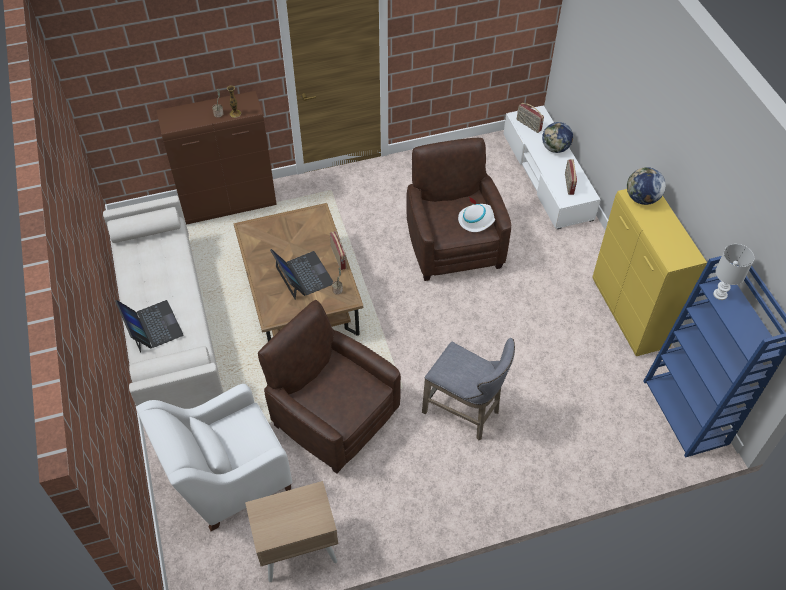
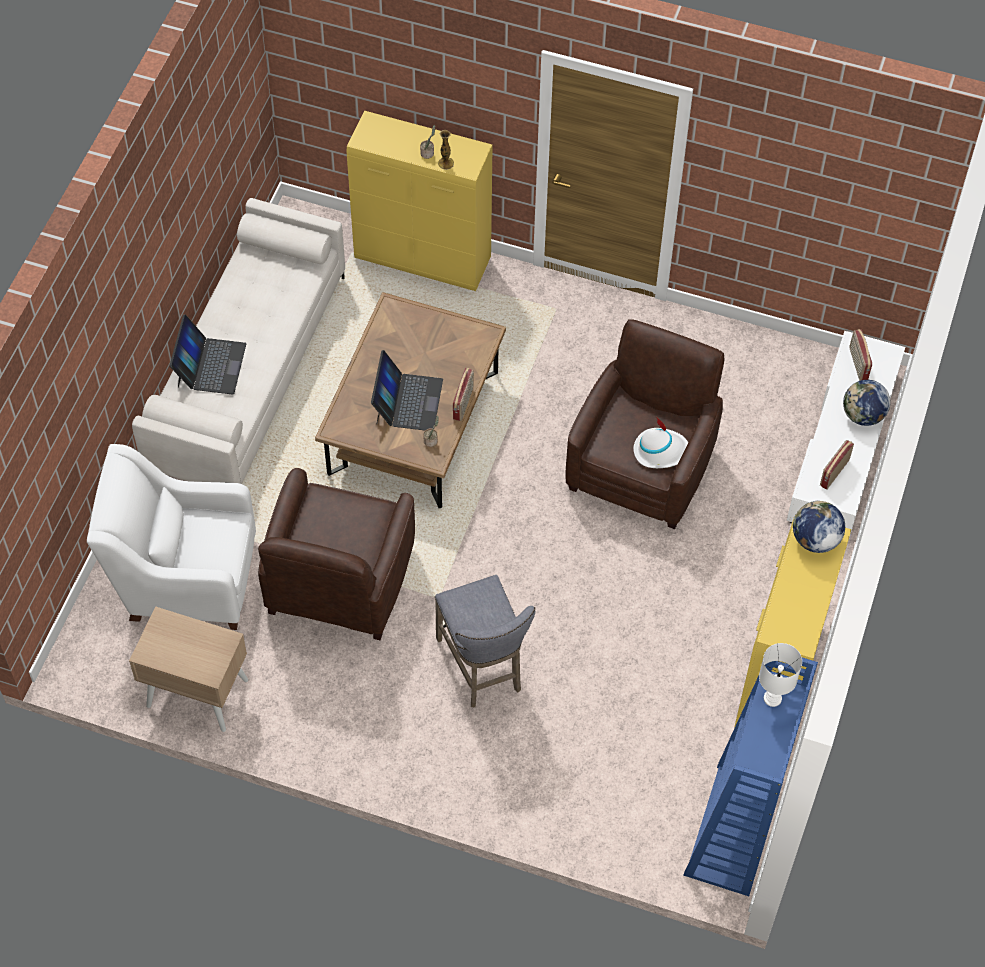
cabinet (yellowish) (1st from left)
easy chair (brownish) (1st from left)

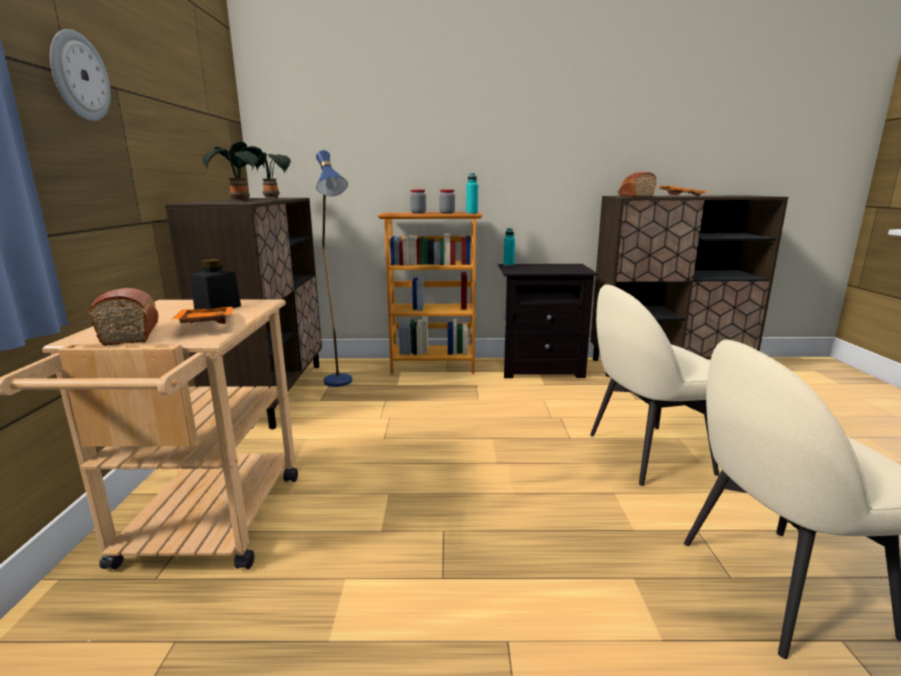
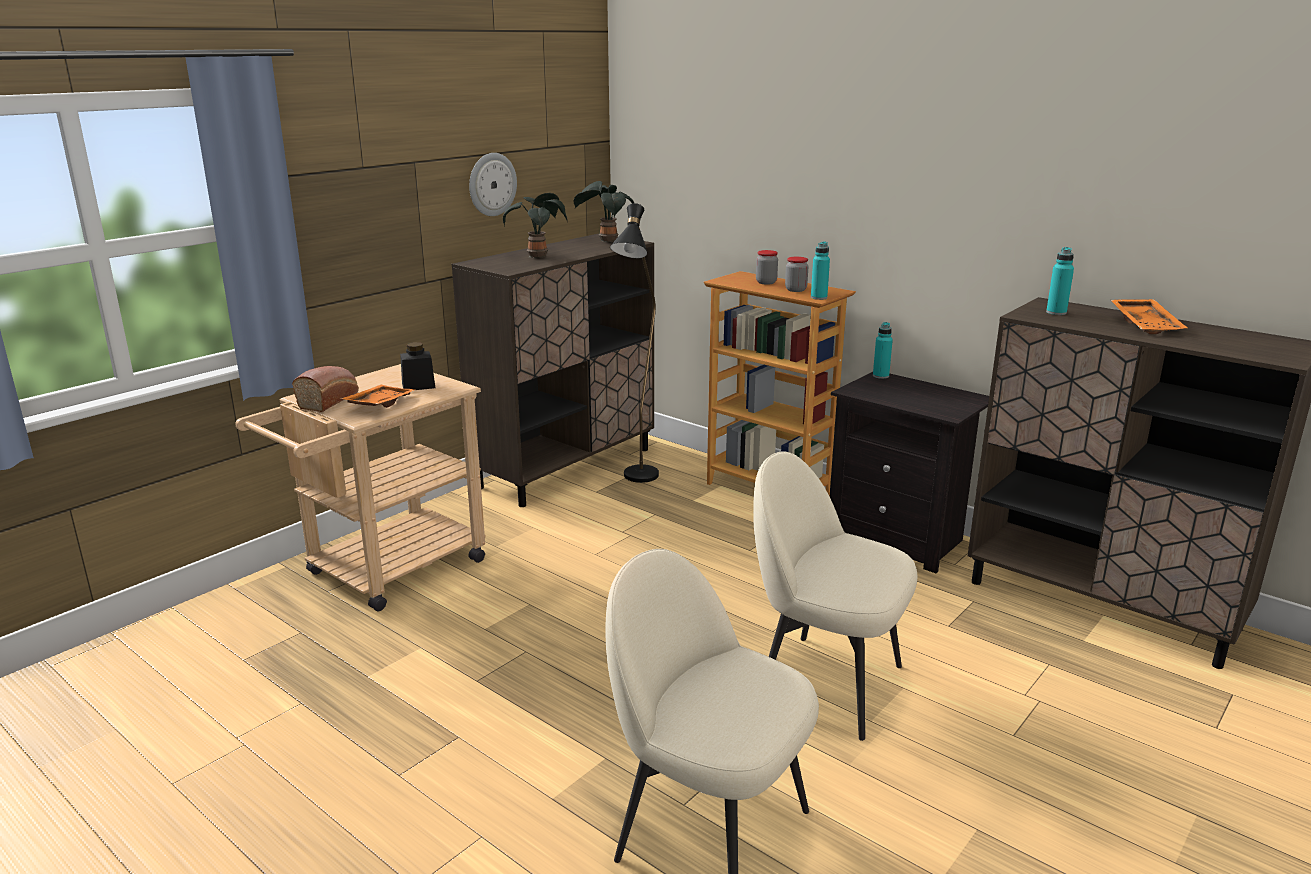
wall clock
bottle (turquoise-coloured) (3rd from left)
standard lamp (black-coloured)

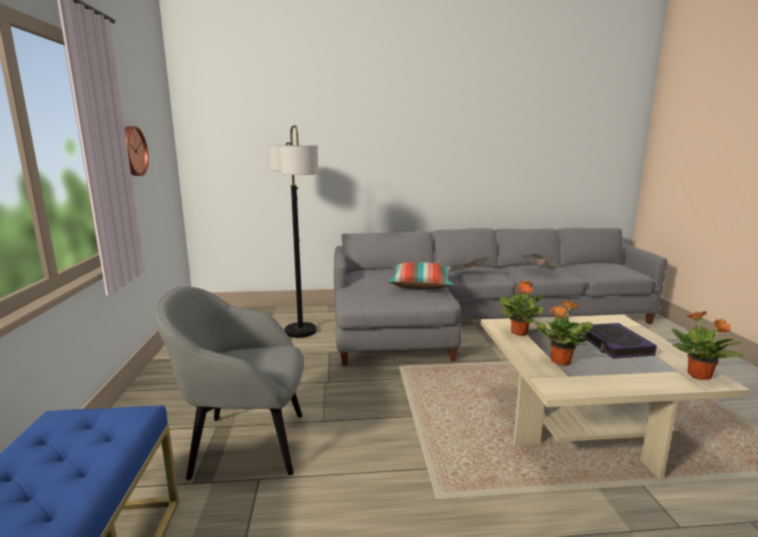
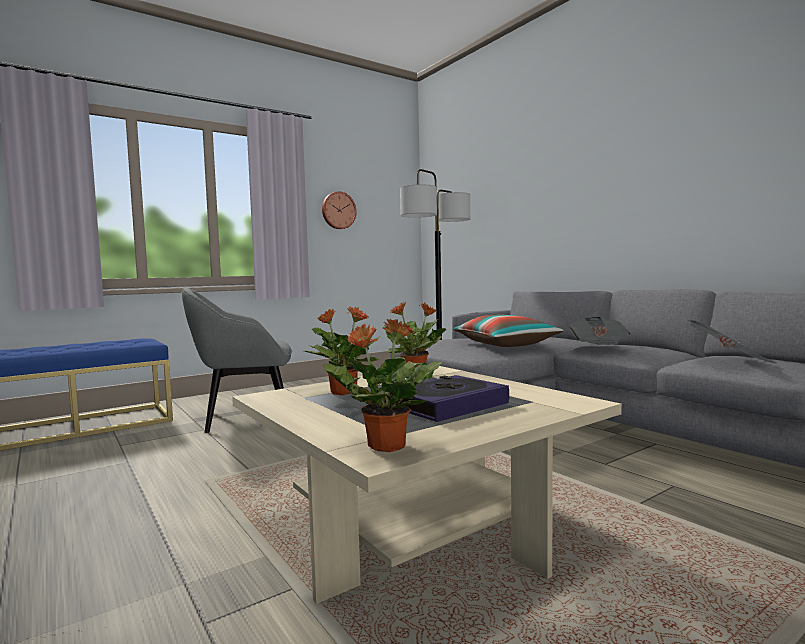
easy chair (grey)

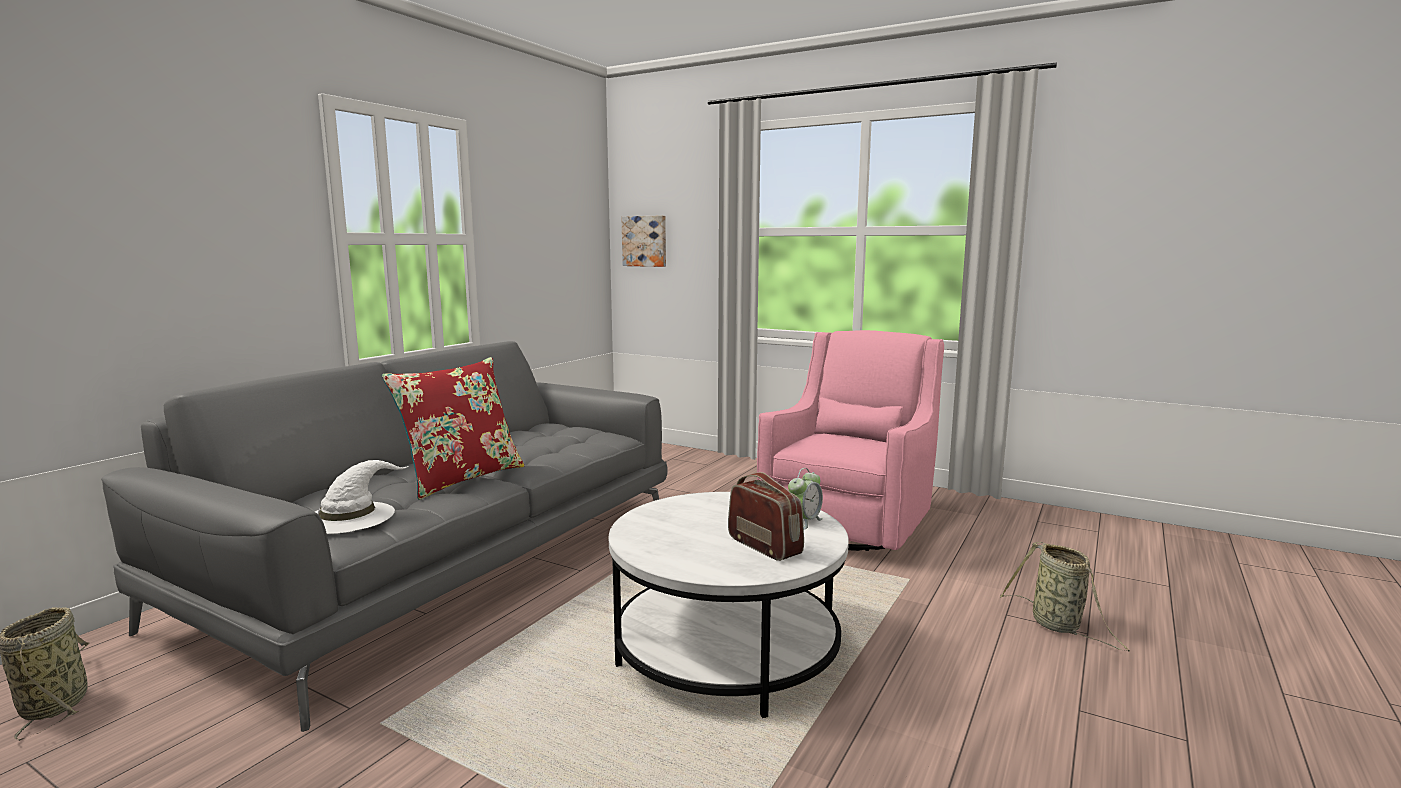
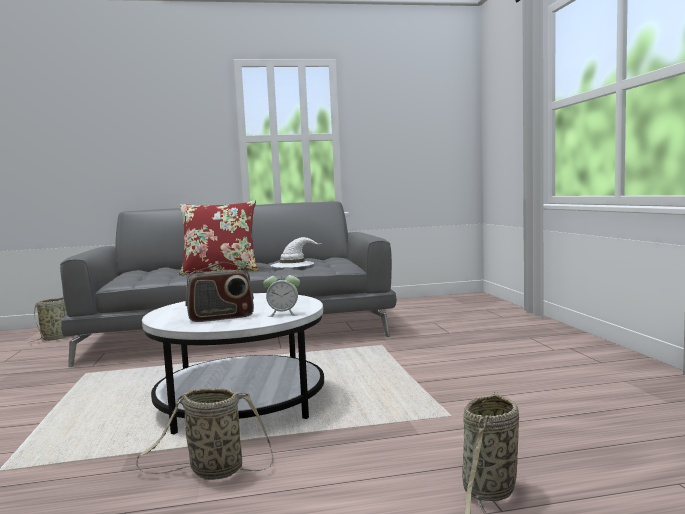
picture
easy chair (pinkish)
storage basket (2nd from left)
wearable hat (whitish)
radio set

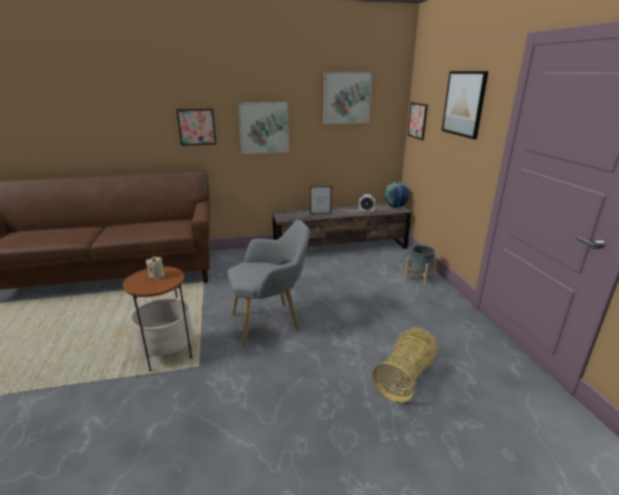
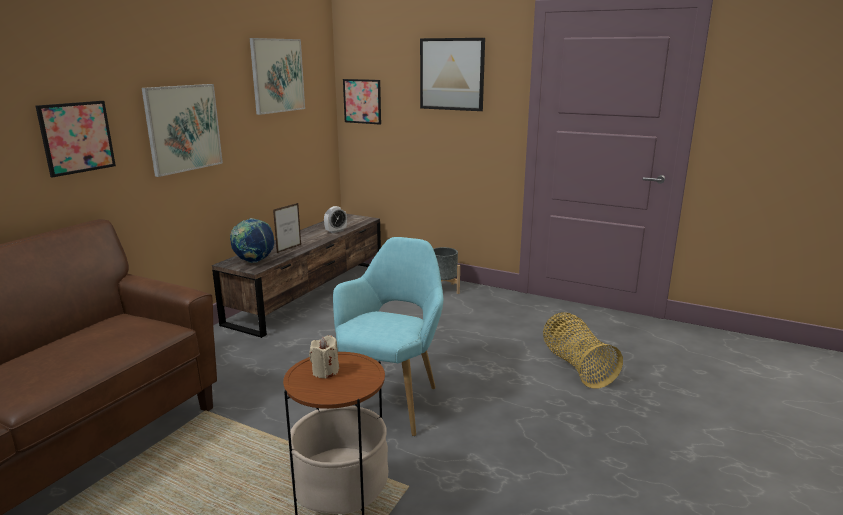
globe
easy chair (turquoise-coloured)

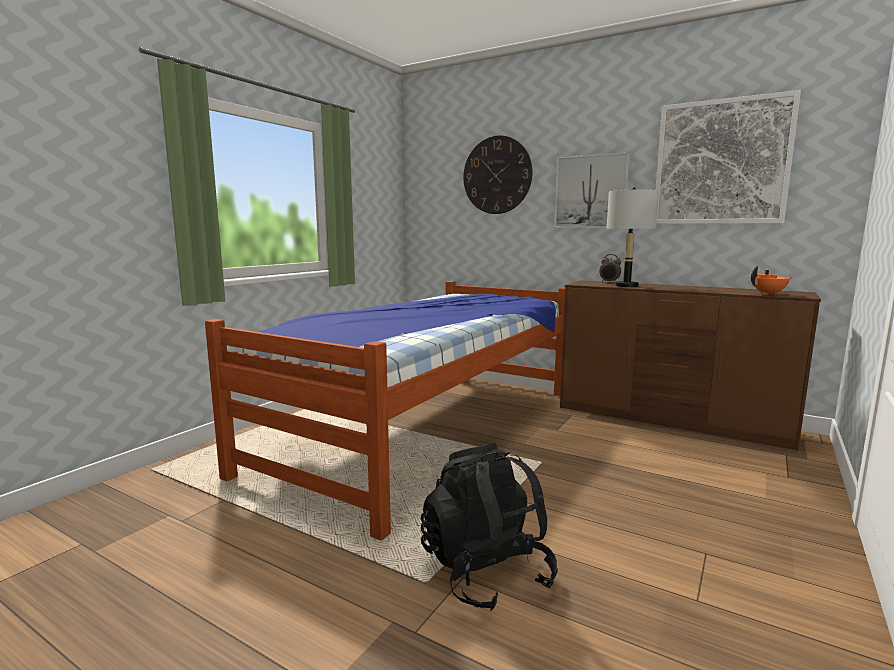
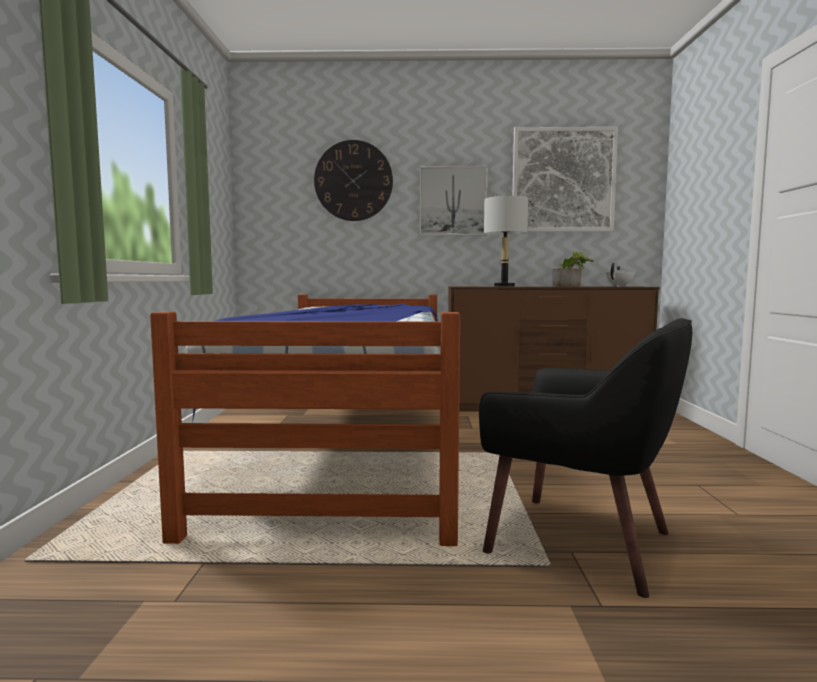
alarm clock
potted plant
easy chair (black-coloured)
pot for tea (whitish)

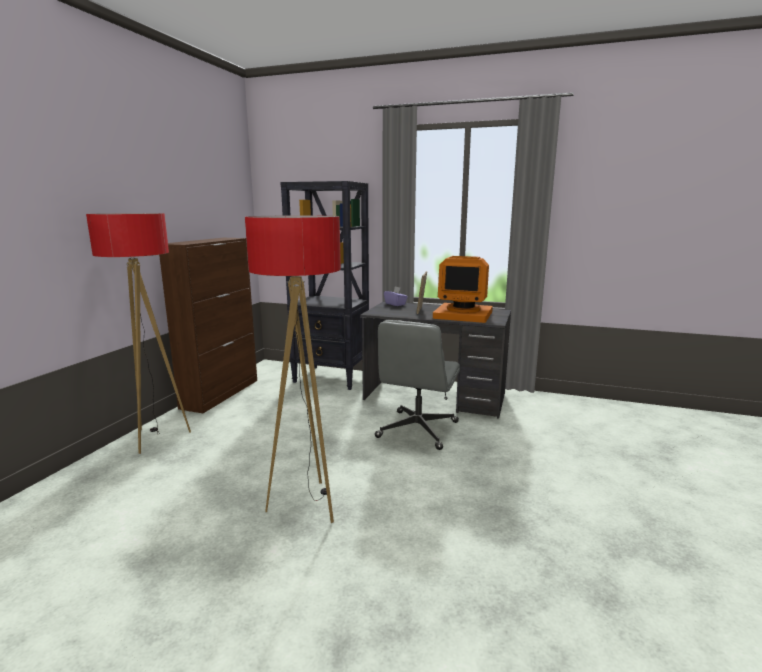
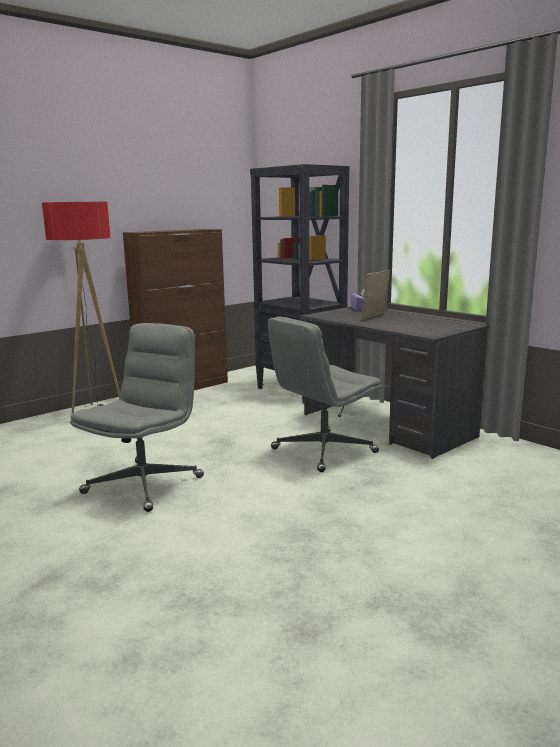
computer screen
desk chair (grey) (1st from left)

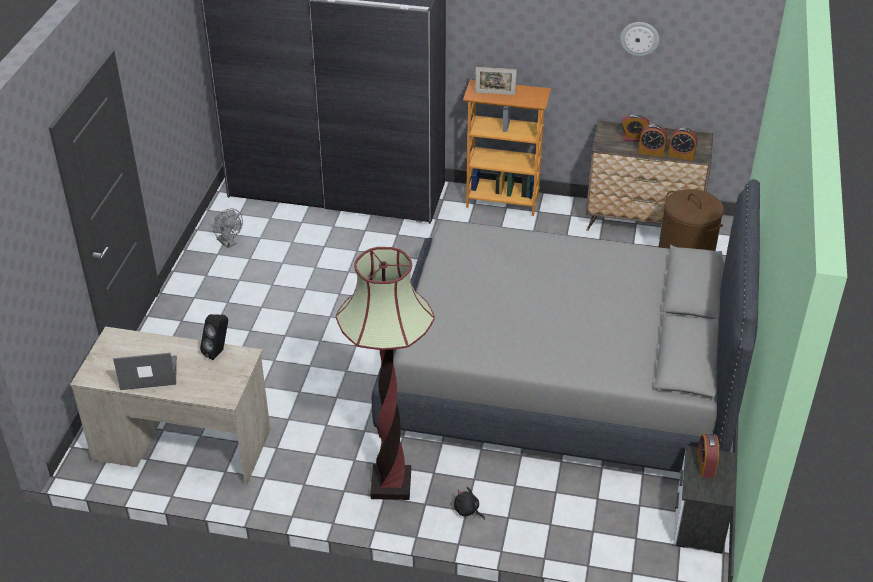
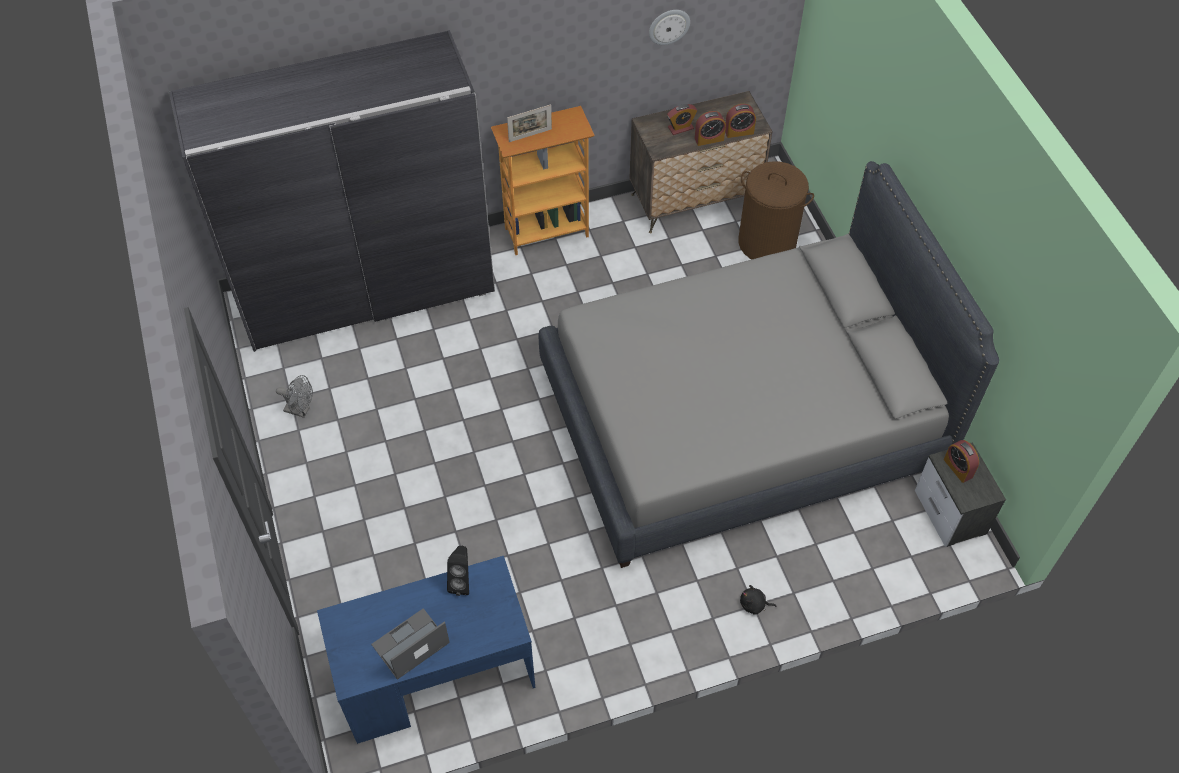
standard lamp
desk (blue)

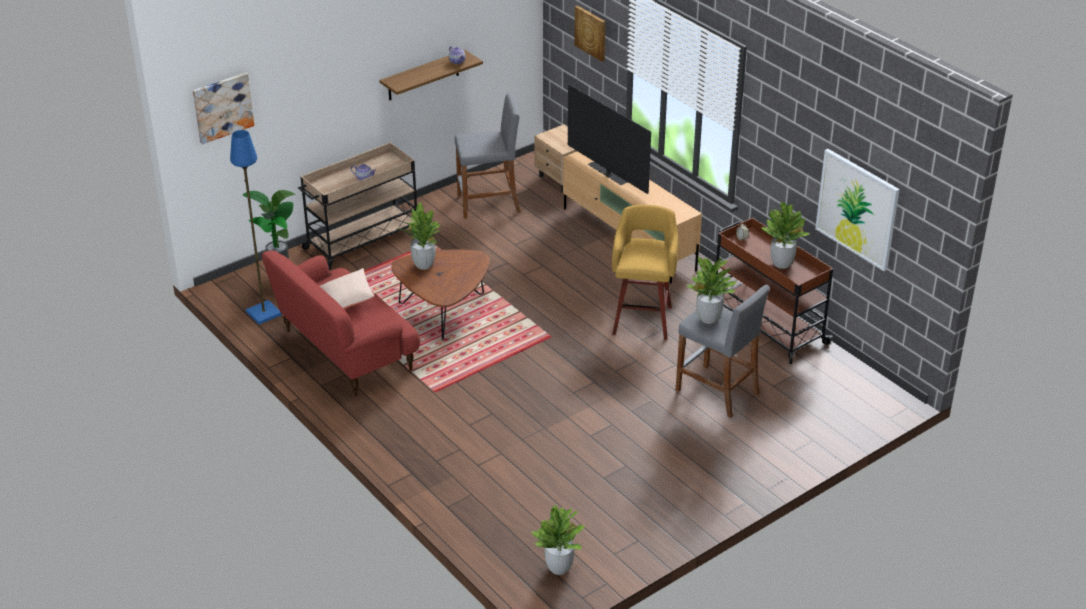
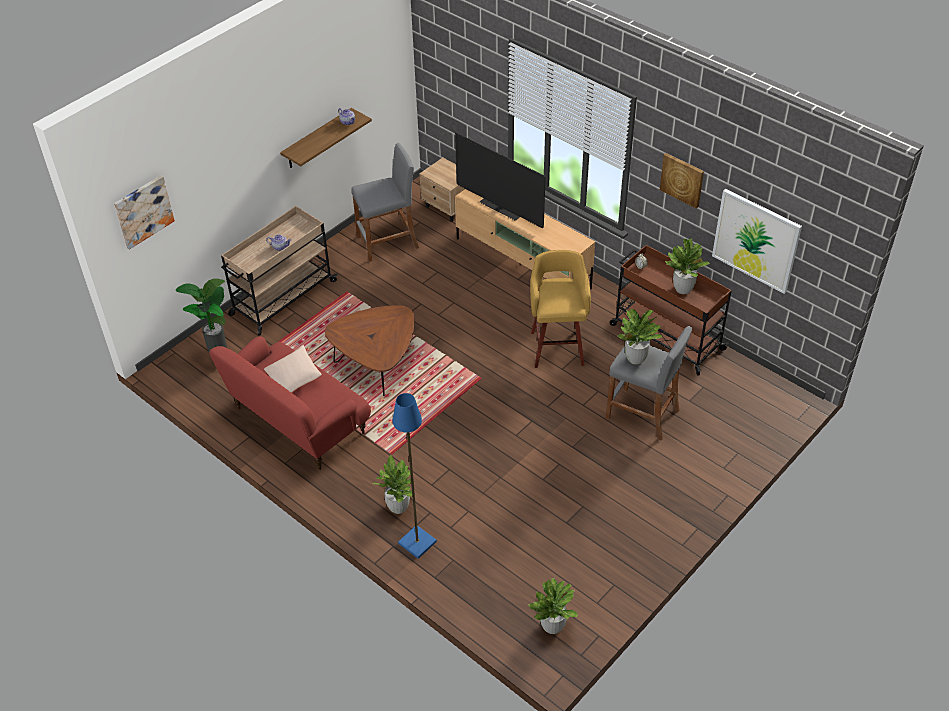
standard lamp (blue)
potted plant (2nd from left)
picture (2nd from left)

